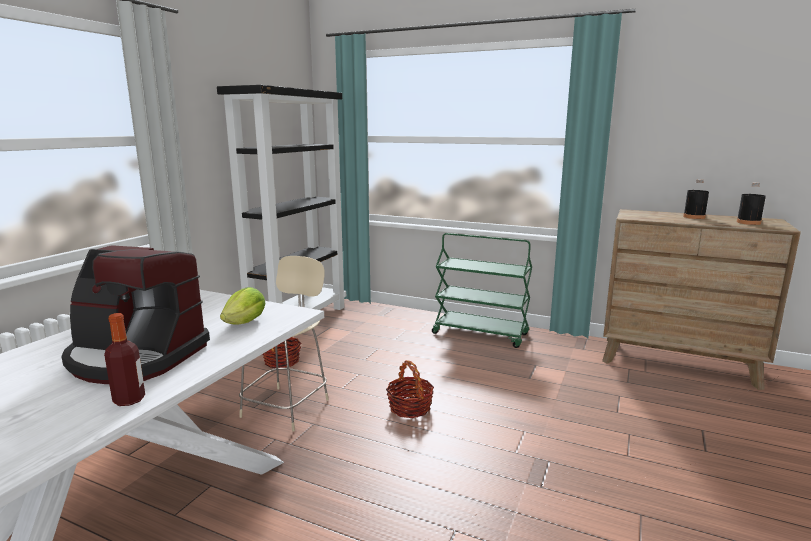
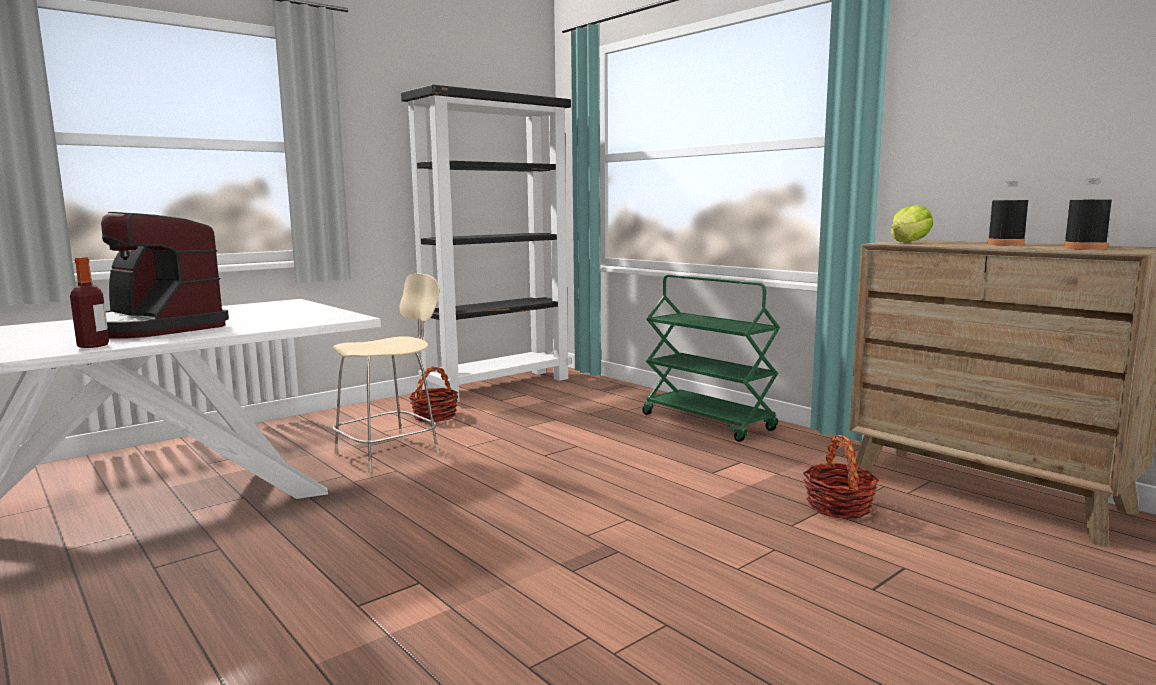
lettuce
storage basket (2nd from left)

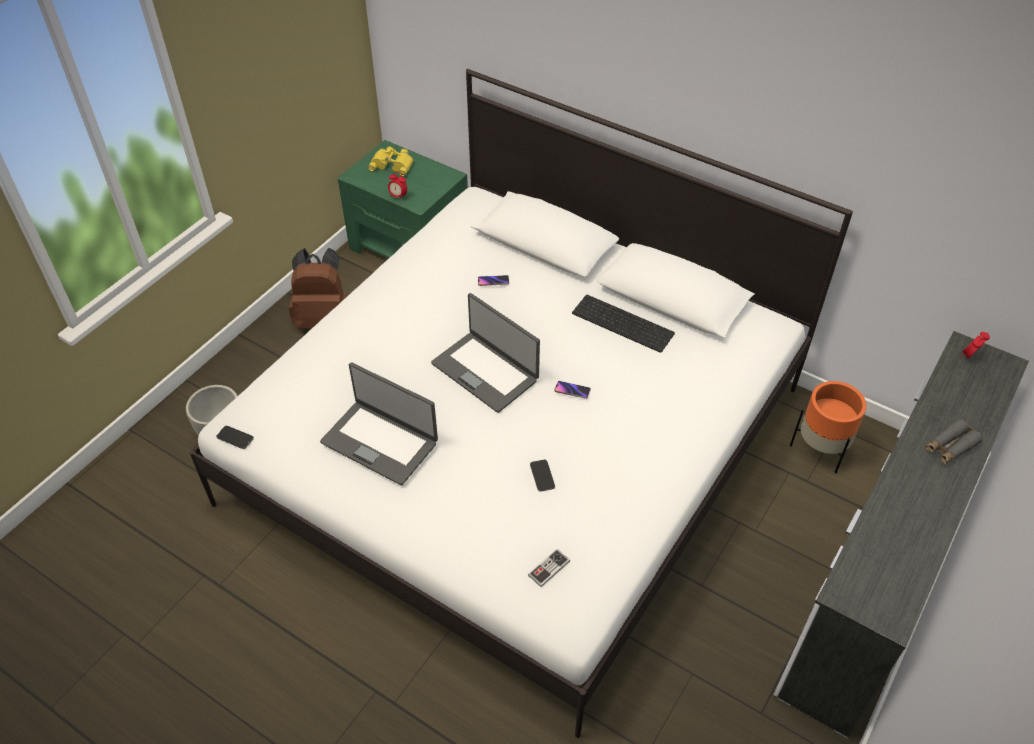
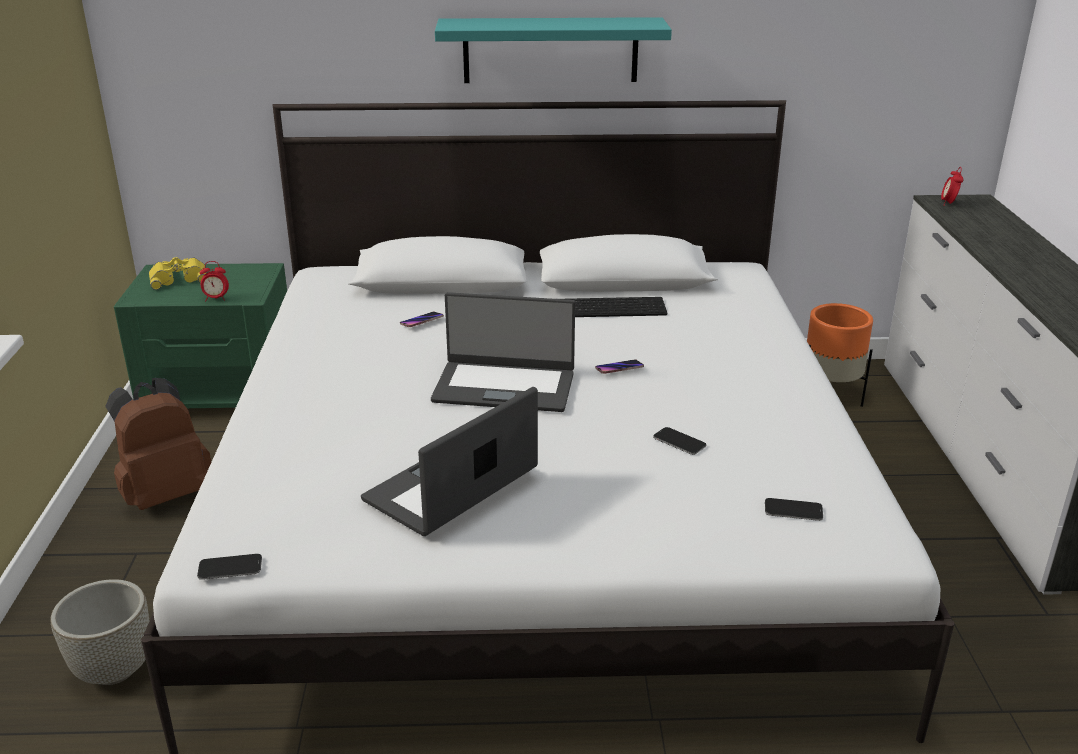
field glasses (grey)
shelf (turquoise-coloured)
telephone (5th from left)
notebook computer (1st from left)

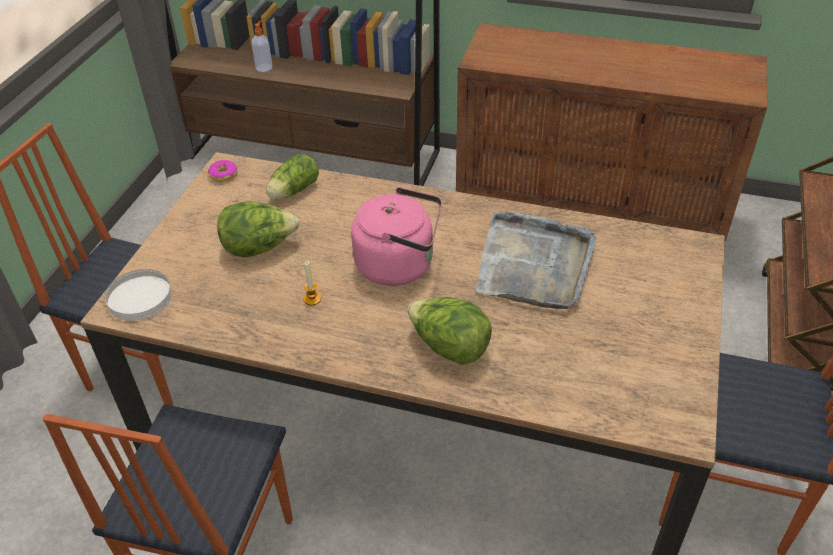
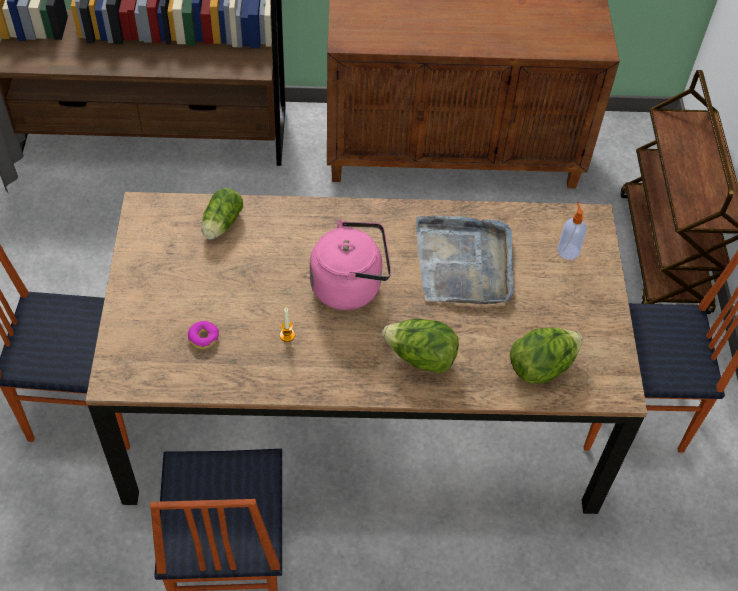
plate (whitish)
doughnut
lettuce (3rd from left)
soap dispenser

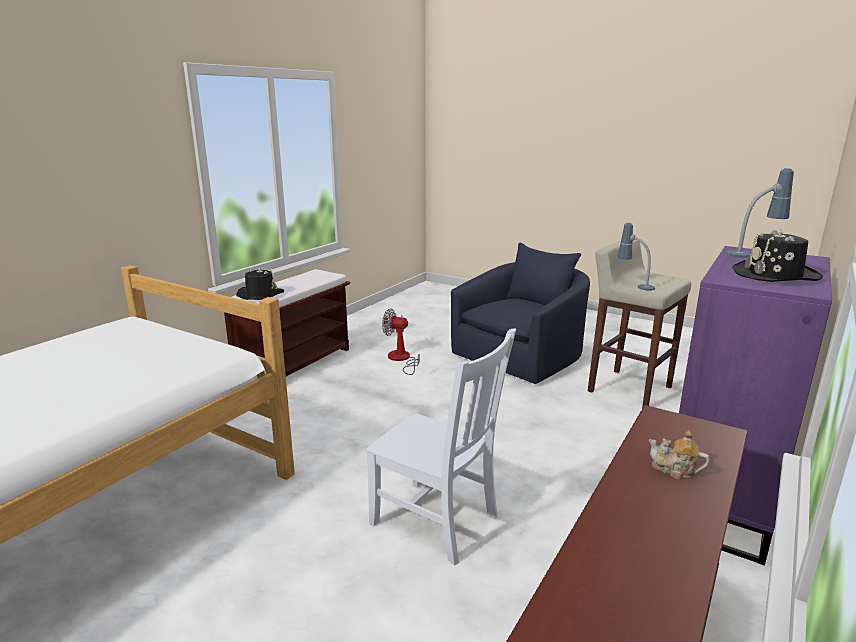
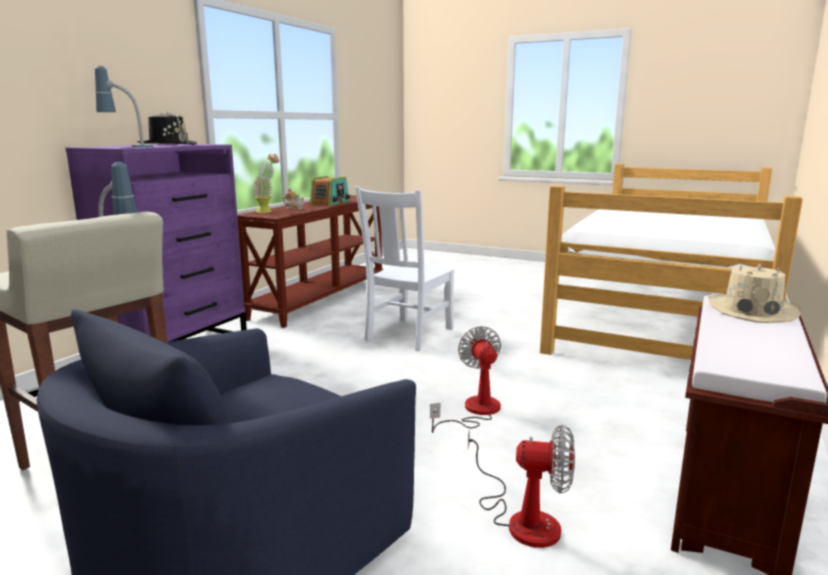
potted plant
radio set
fan (1st from left)
wearable hat (beige-coloured)
chair (whitish)

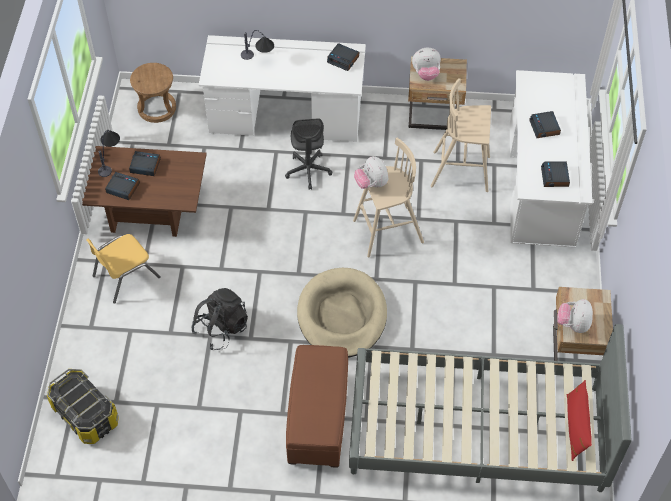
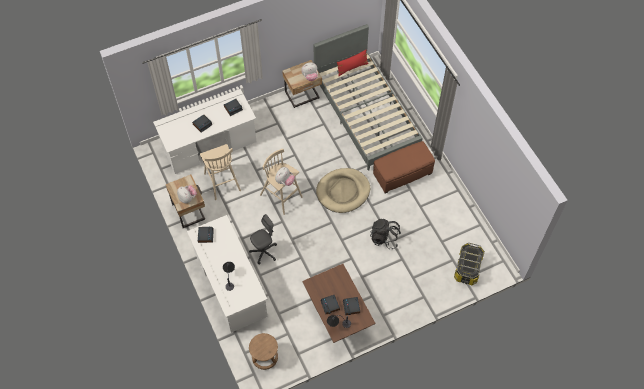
chair (yellowish)

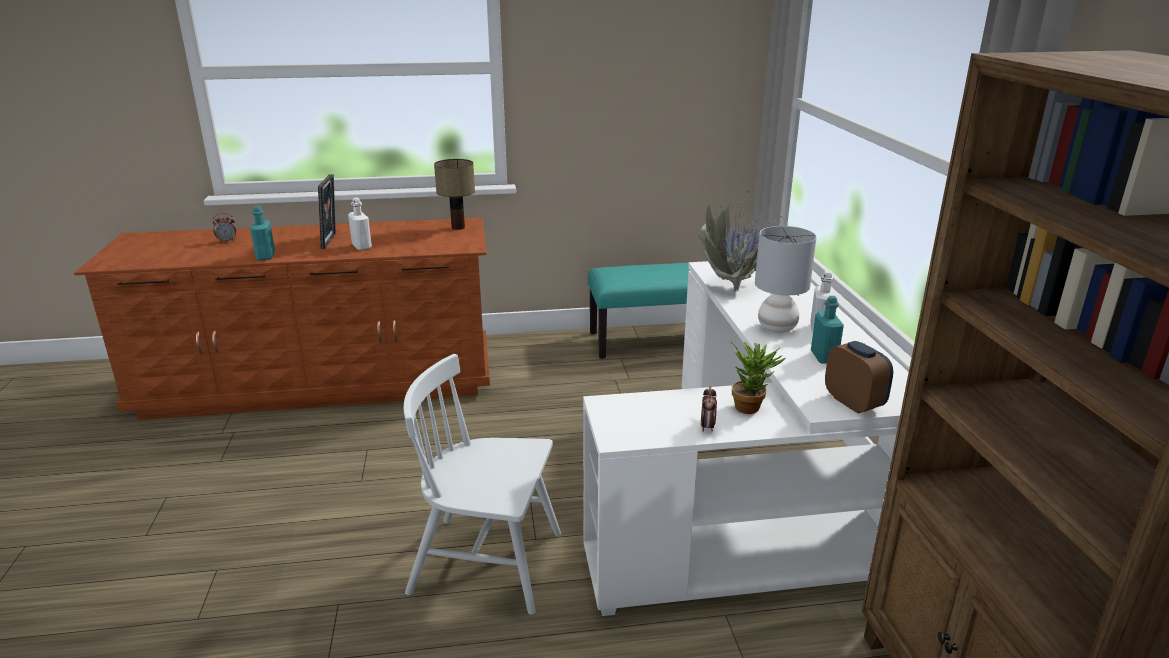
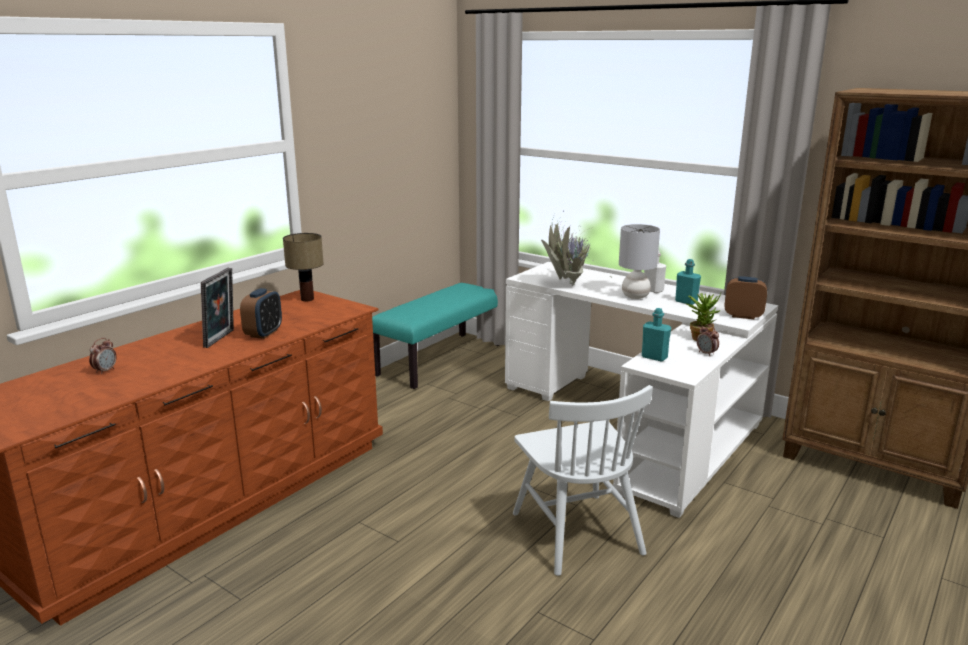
bottle (turquoise-coloured) (1st from left)
alarm clock (2nd from left)
standing frame
chair (whitish)

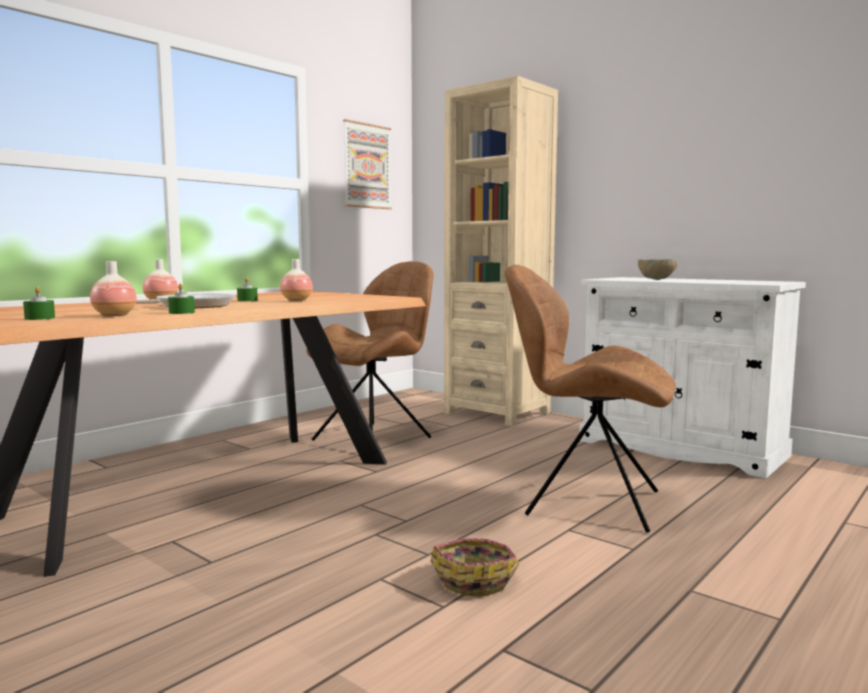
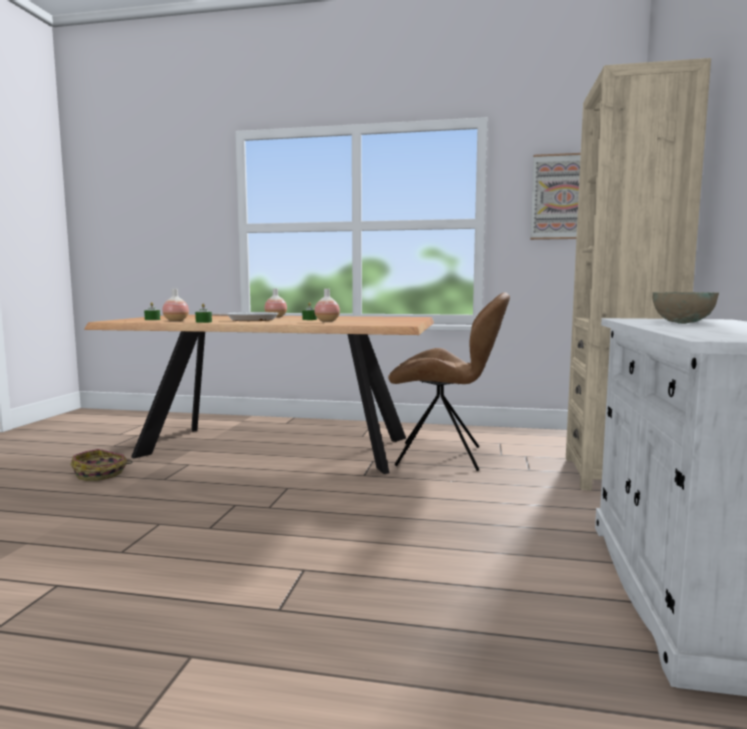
chair (brownish) (2nd from left in the first image)
storage basket

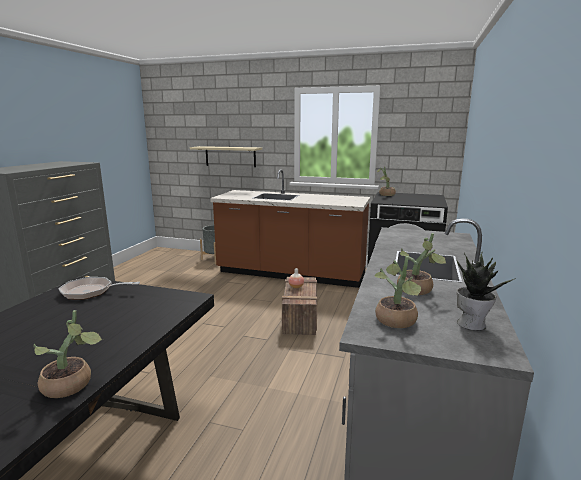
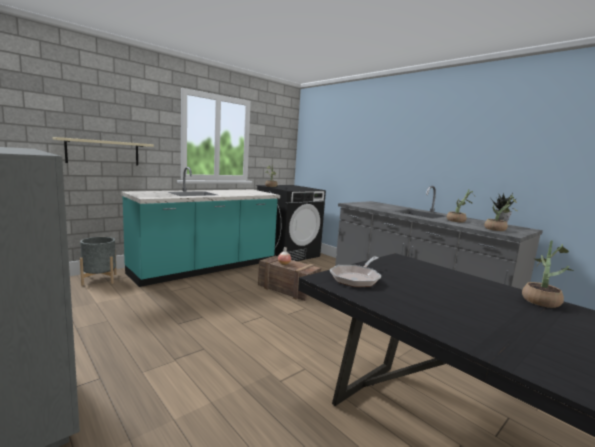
kitchen base unit (turquoise-coloured)

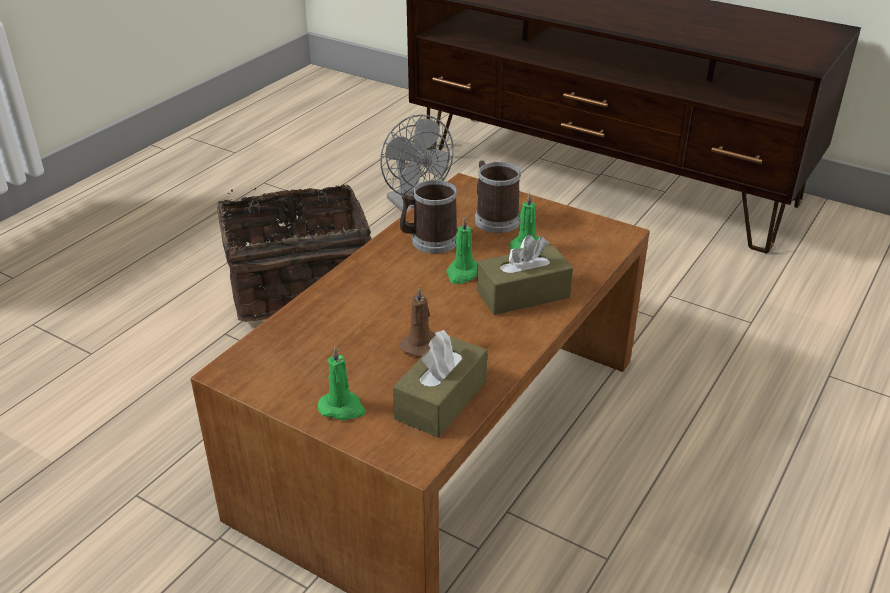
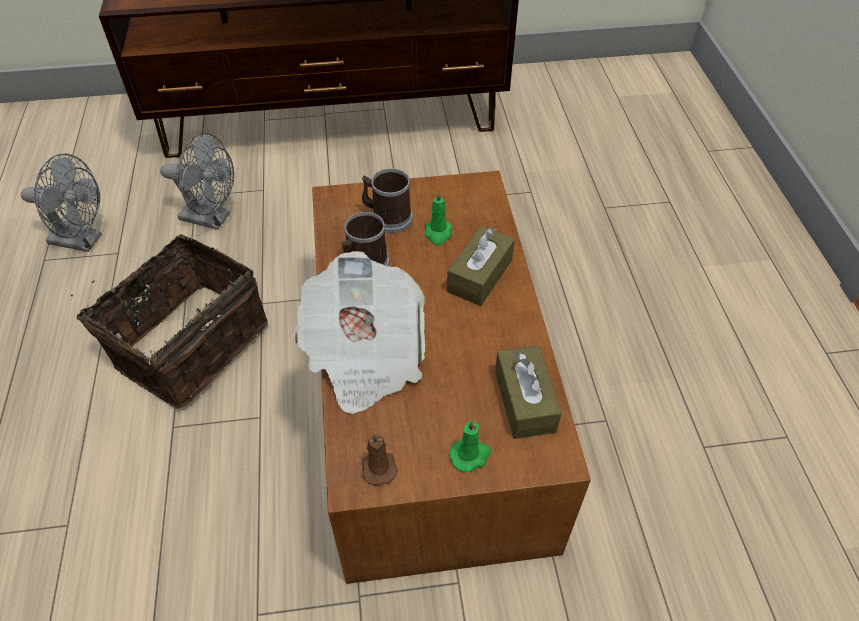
wax candle (green-coloured) (2nd from left in the first image)
fan (grey) (1st from left)
newspaper
wax candle (brownish)

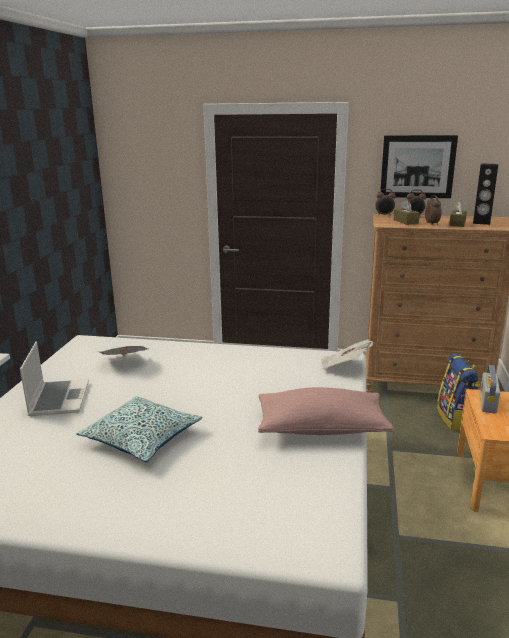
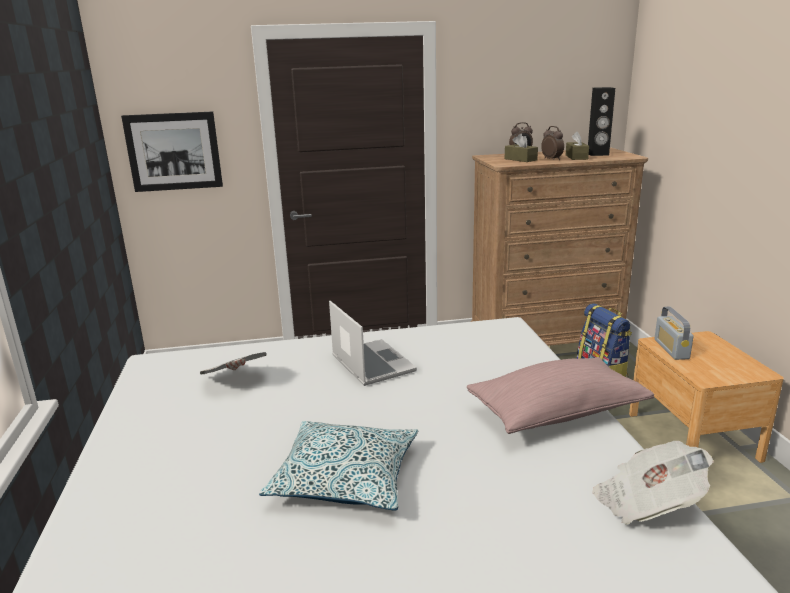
alarm clock (1st from left in the first image)
notebook computer
newspaper (2nd from left)
picture

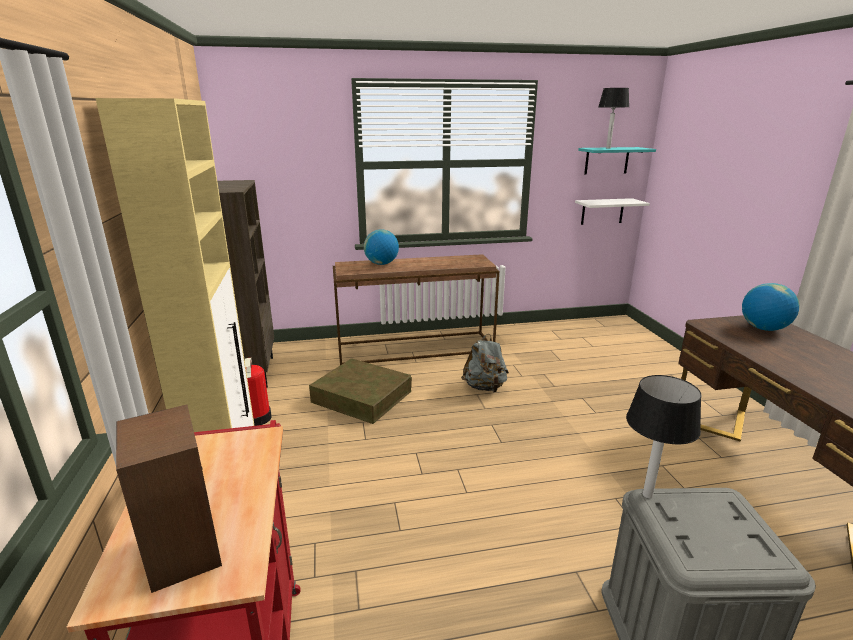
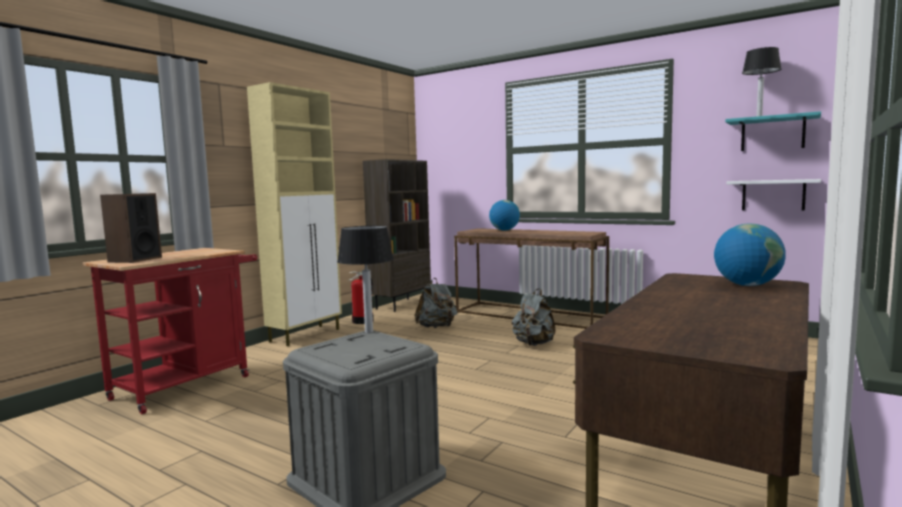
backpack (grey) (1st from left)

